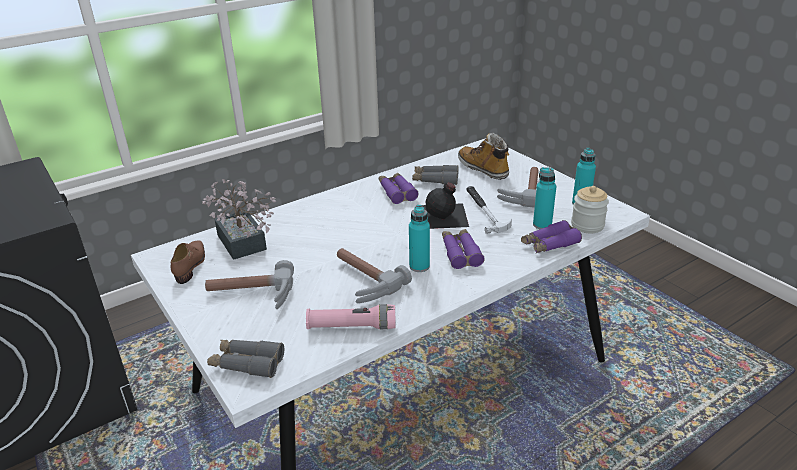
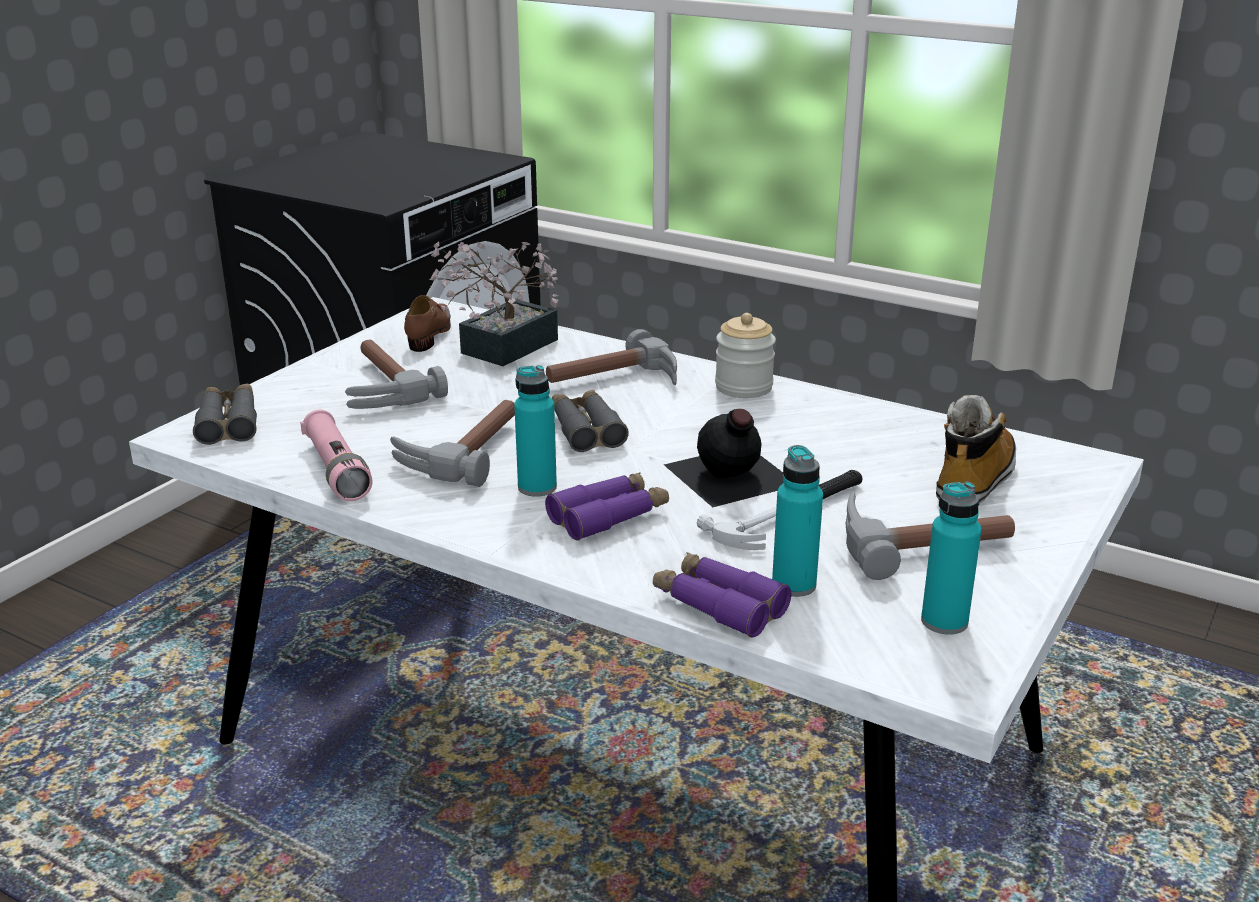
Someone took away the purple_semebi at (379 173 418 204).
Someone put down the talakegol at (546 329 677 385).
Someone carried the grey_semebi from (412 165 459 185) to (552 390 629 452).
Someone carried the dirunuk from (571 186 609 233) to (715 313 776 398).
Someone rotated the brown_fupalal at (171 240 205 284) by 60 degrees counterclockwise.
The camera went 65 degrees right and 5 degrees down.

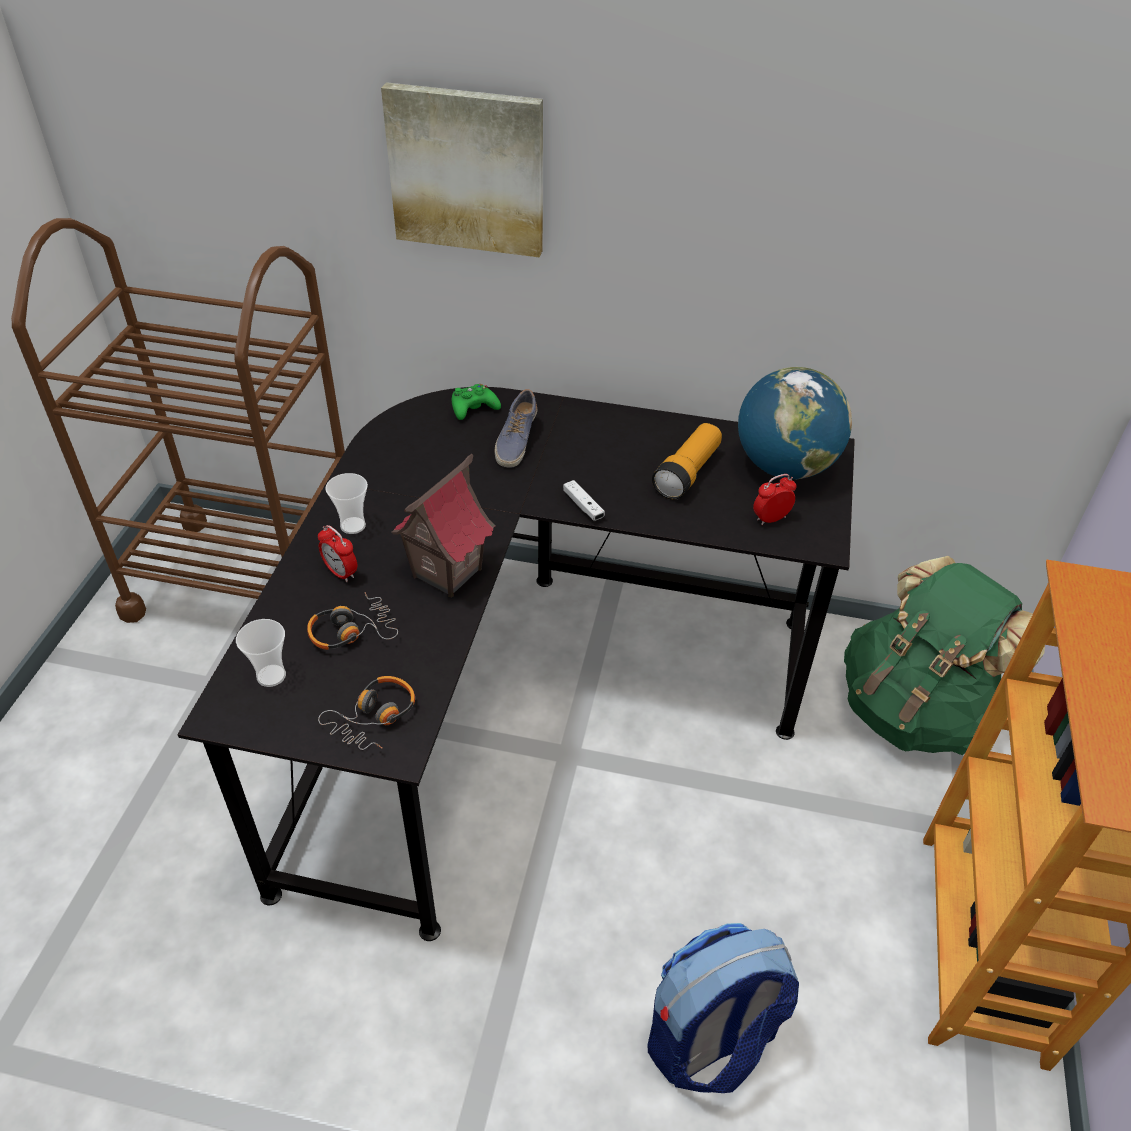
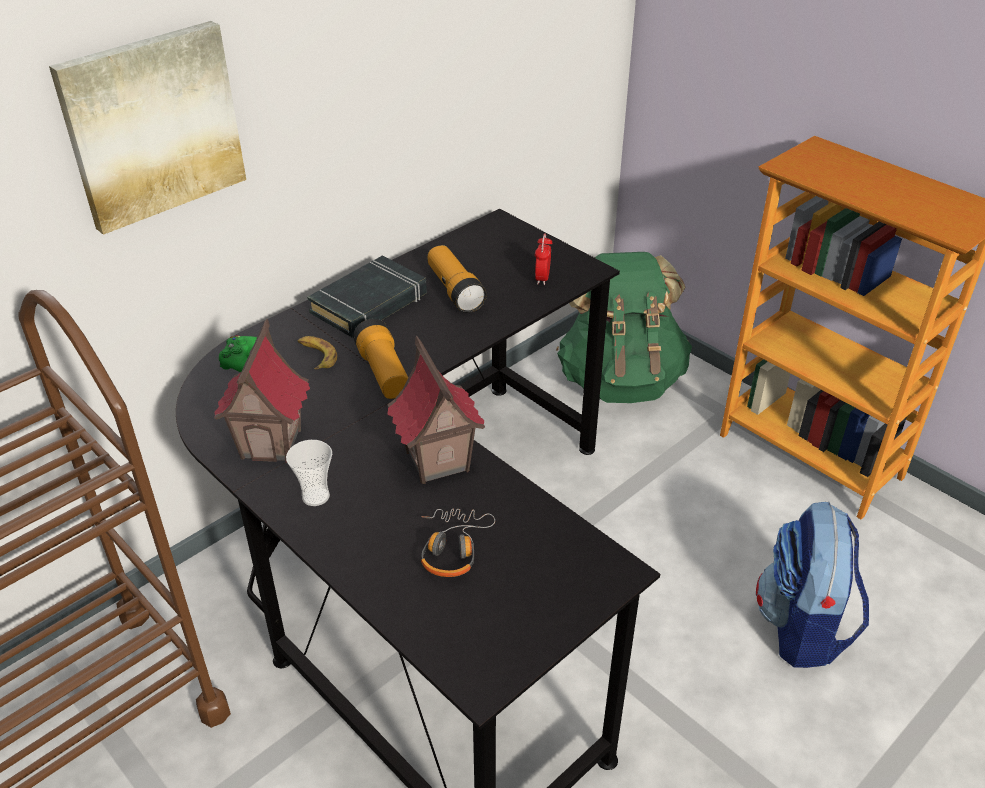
Someone took away the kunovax at (236 619 286 687).
Someone took away the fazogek at (318 525 357 582).
Someone took away the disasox at (318 676 415 750).
Someone took away the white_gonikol at (563 480 605 521).
Someone took away the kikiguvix at (738 367 852 479).
Someone put down the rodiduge at (214 319 310 463).
Someone put down the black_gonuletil at (307 256 427 338).
Someone put down the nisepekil at (353 319 408 399).
Someone swapped the fupalal at (494 389 538 468) for the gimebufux at (298 336 337 370).
The camera went 55 degrees left and 5 degrees down.

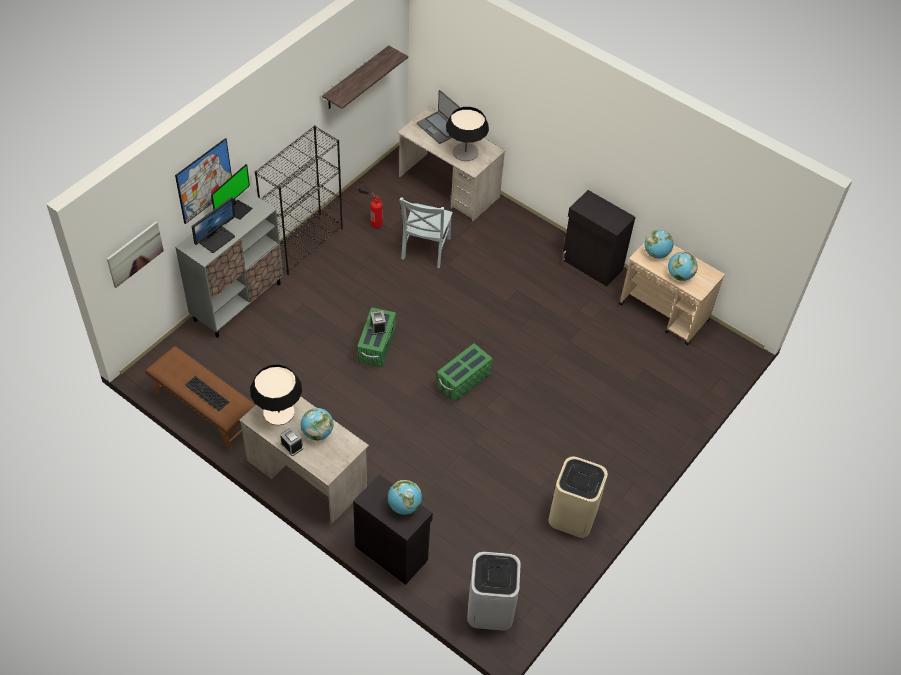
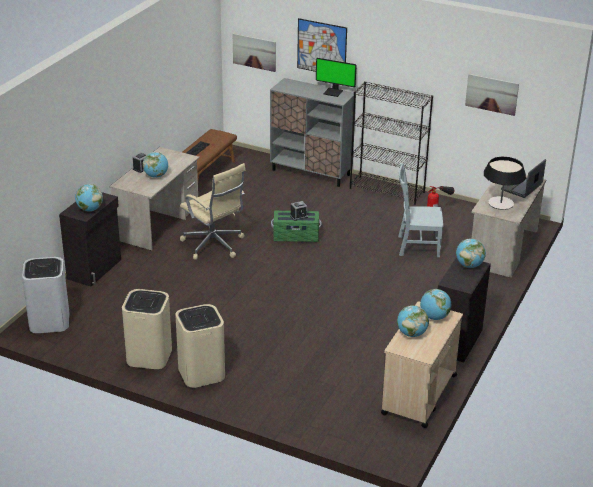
Someone took away the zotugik at (192 197 235 253).
Someone took away the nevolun at (250 364 302 425).
Someone took away the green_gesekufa at (436 343 492 402).
Someone put down the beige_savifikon at (175 304 225 388).
Someone put down the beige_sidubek at (180 163 246 260).
Someone put down the kikiguvix at (456 238 486 268).
Someone swapped the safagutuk at (322 45 408 109) for the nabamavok at (465 74 519 116).
The camera went 80 degrees right and 20 degrees down.

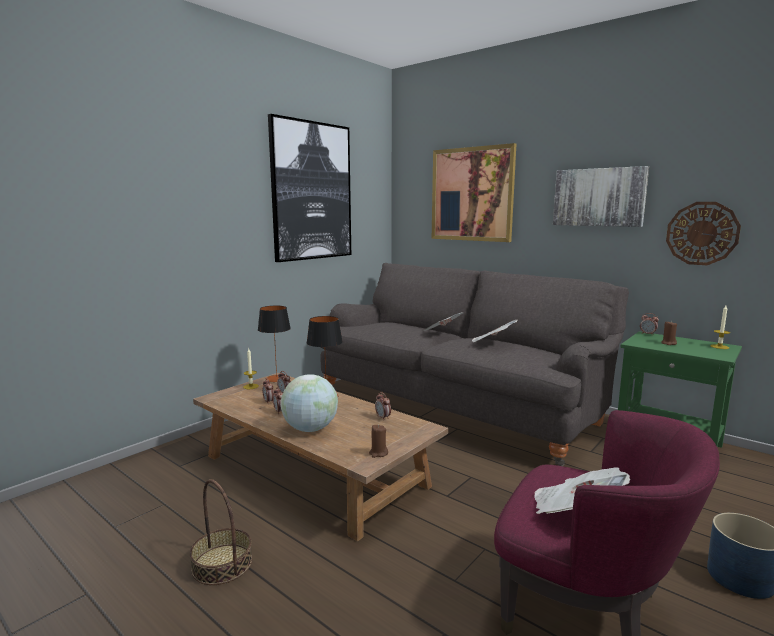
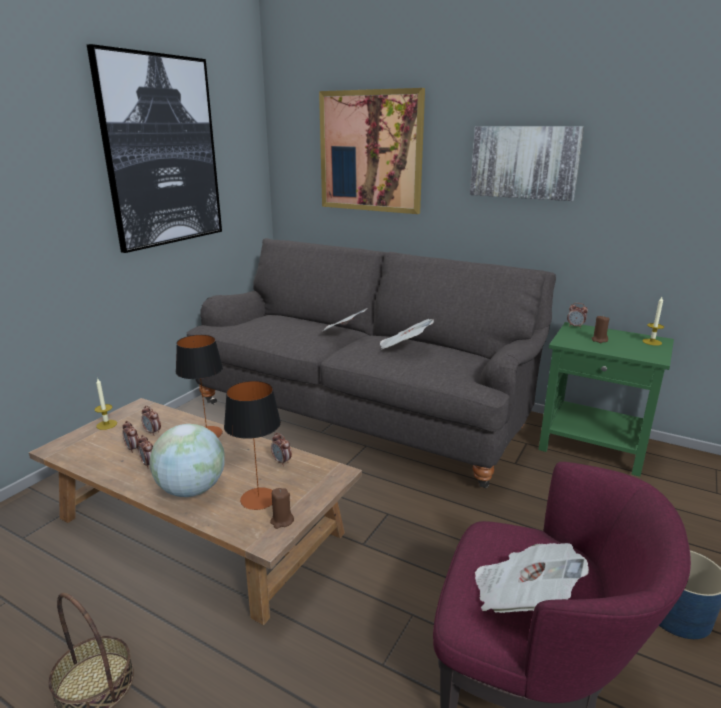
Someone took away the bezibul at (666 202 741 265).
Someone carried the nevolun from (258 306 291 382) to (224 381 281 510).
The camera went 10 degrees left and 10 degrees up.

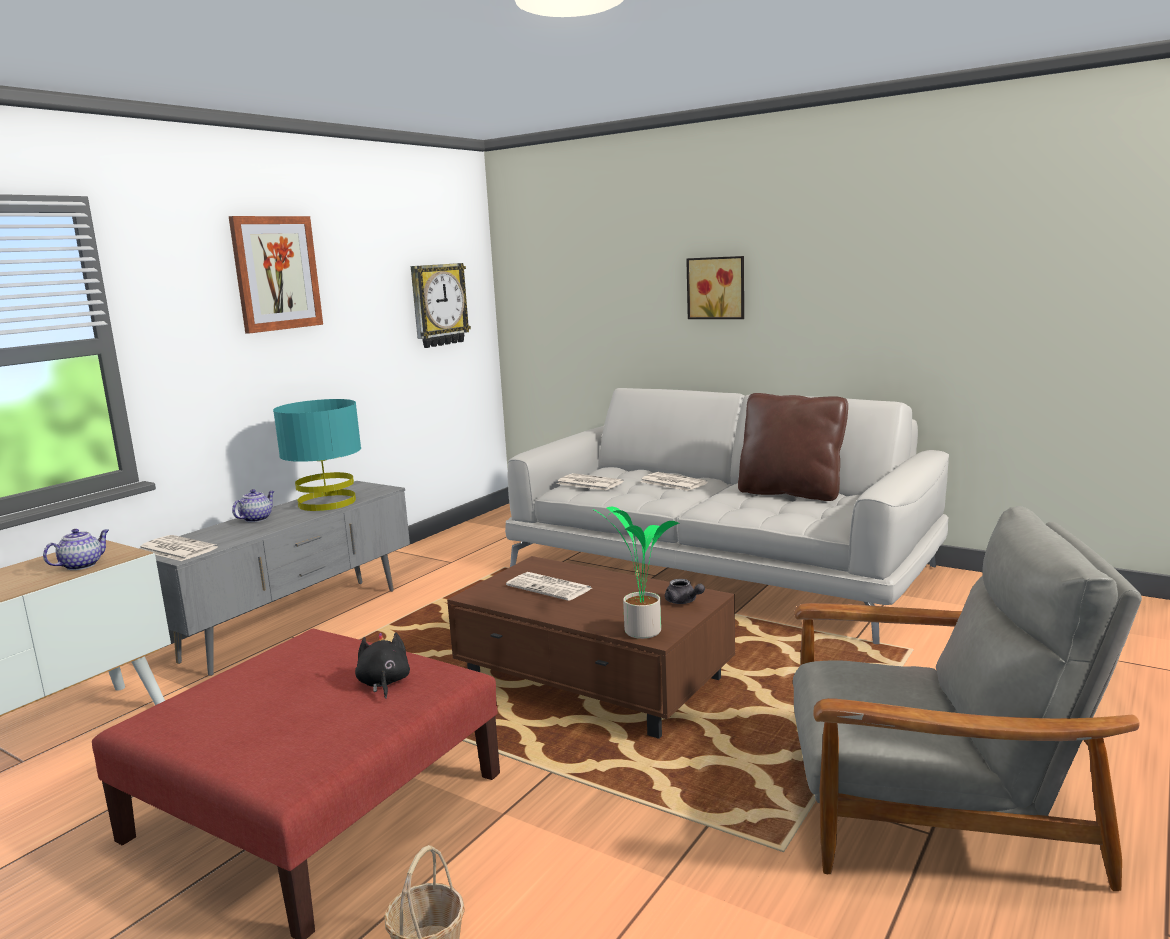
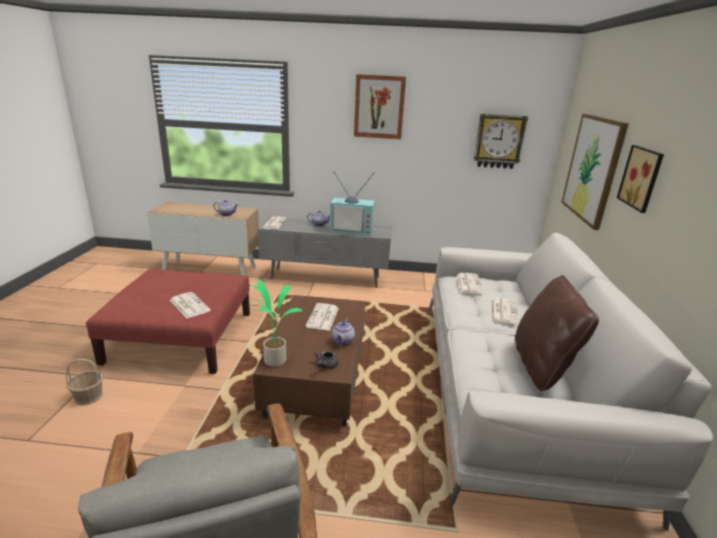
Someone put down the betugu at (332 318 355 346).
Someone put up the nabamavok at (561 114 629 230).
Someone swapped the turquoise_nevolun at (273 399 361 511) for the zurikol at (330 171 375 236).
Someone swapped the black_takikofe at (355 632 410 699) for the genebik at (170 292 211 318).
The camera went 60 degrees right and 10 degrees up.

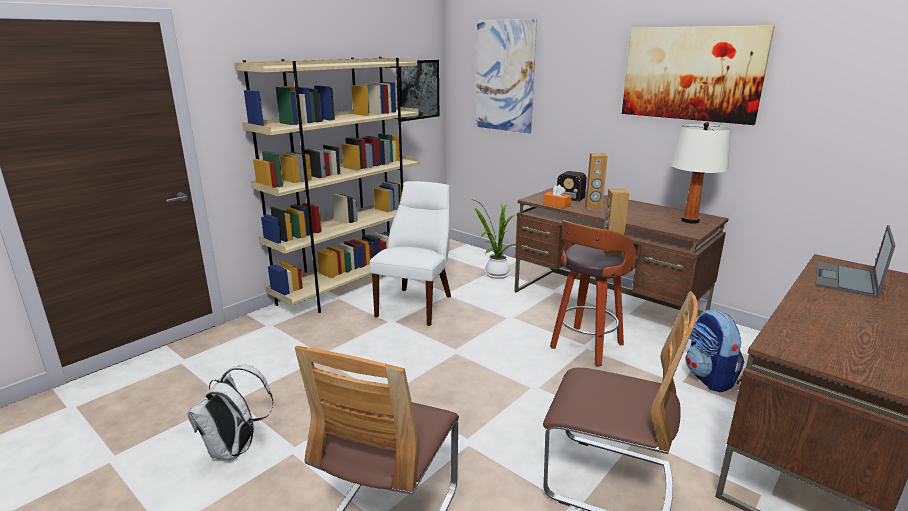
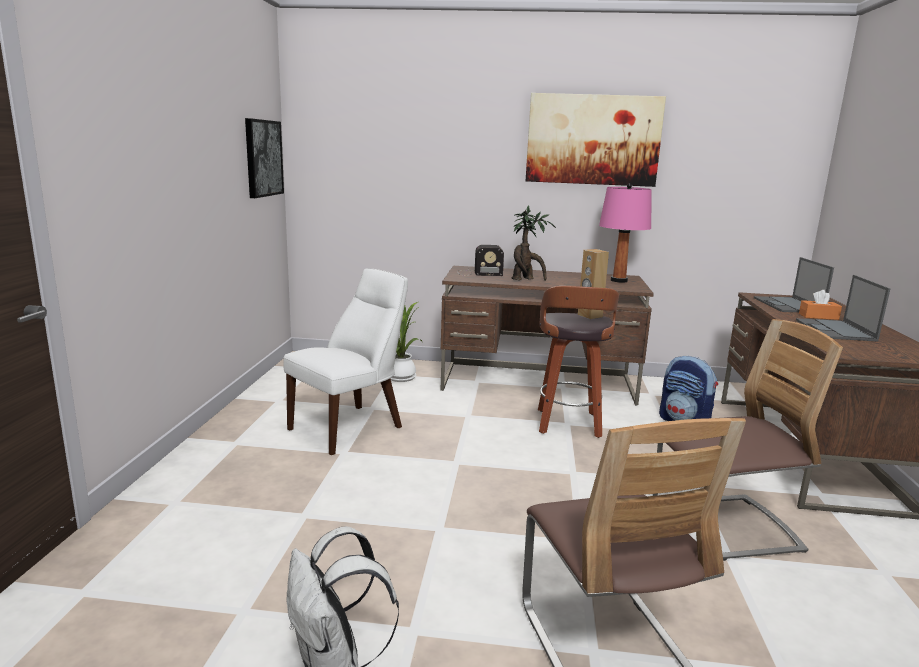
Someone took away the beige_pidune at (234 57 420 313).
Someone took away the nabamavok at (476 19 537 133).
Someone put down the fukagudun at (796 275 890 341).
Someone carried the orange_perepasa from (543 185 572 209) to (799 290 842 320).
Someone swapped the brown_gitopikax at (585 153 608 210) for the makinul at (511 205 556 280).
Someone repainted the white_nevolun at (671 122 731 224), which became the pink_nevolun at (599 183 652 283).
Someone rotated the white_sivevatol at (370 181 451 326) by 60 degrees clockwise.
The camera went 35 degrees left and 5 degrees down.

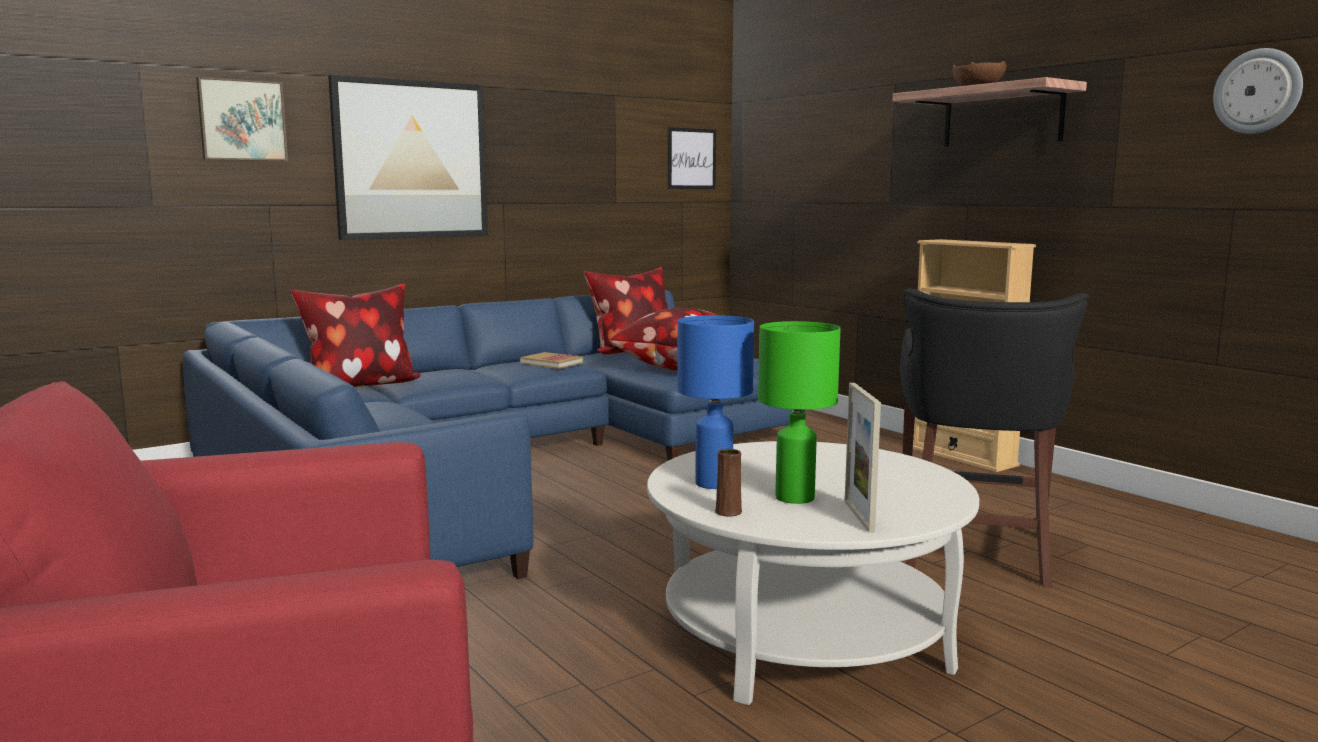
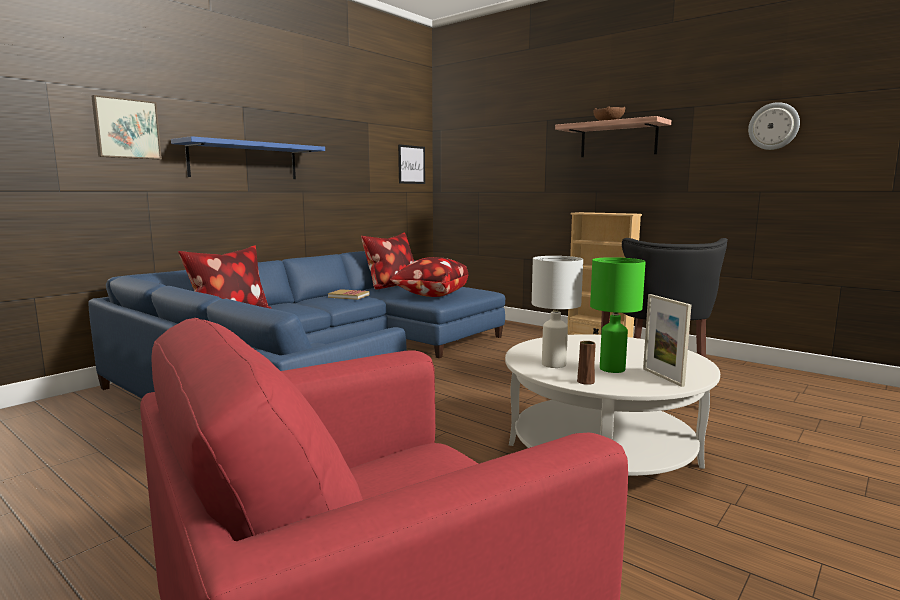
Someone swapped the nabamavok at (328 75 488 240) for the blue_safagutuk at (171 136 325 179).
Someone repainted the blue_nevolun at (677 315 754 489), which became the white_nevolun at (532 256 583 368).
The camera went 15 degrees left and 0 degrees up.

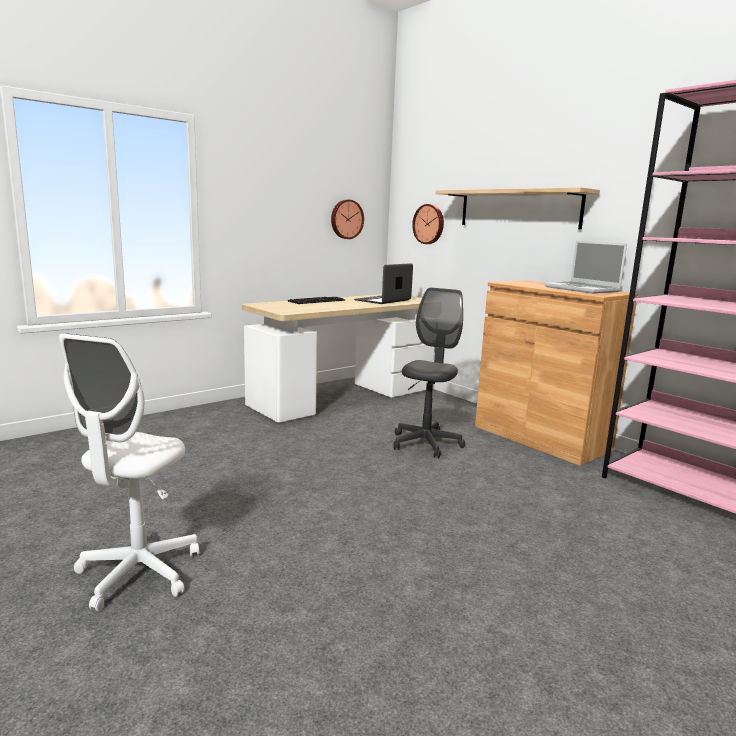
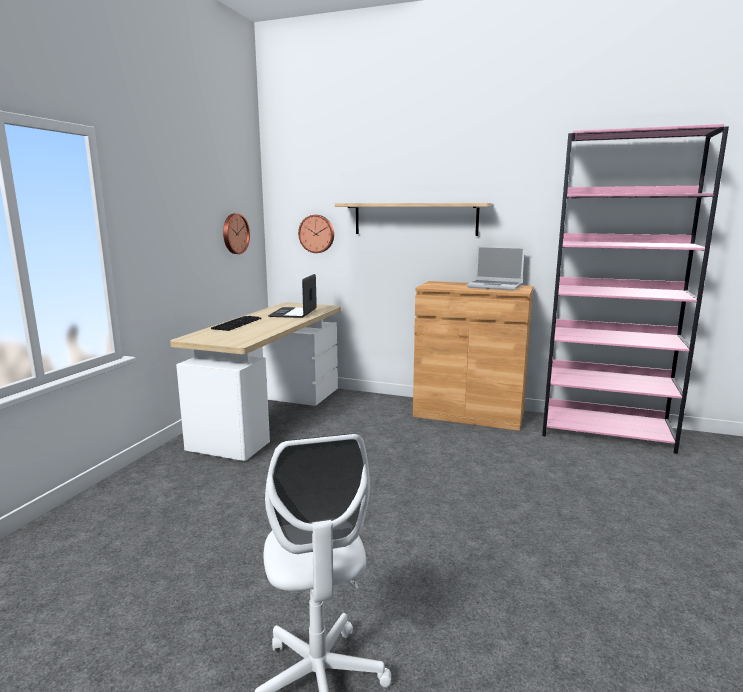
Someone took away the grey_sidubek at (393 287 465 458).
The camera went 30 degrees left and 0 degrees up.

